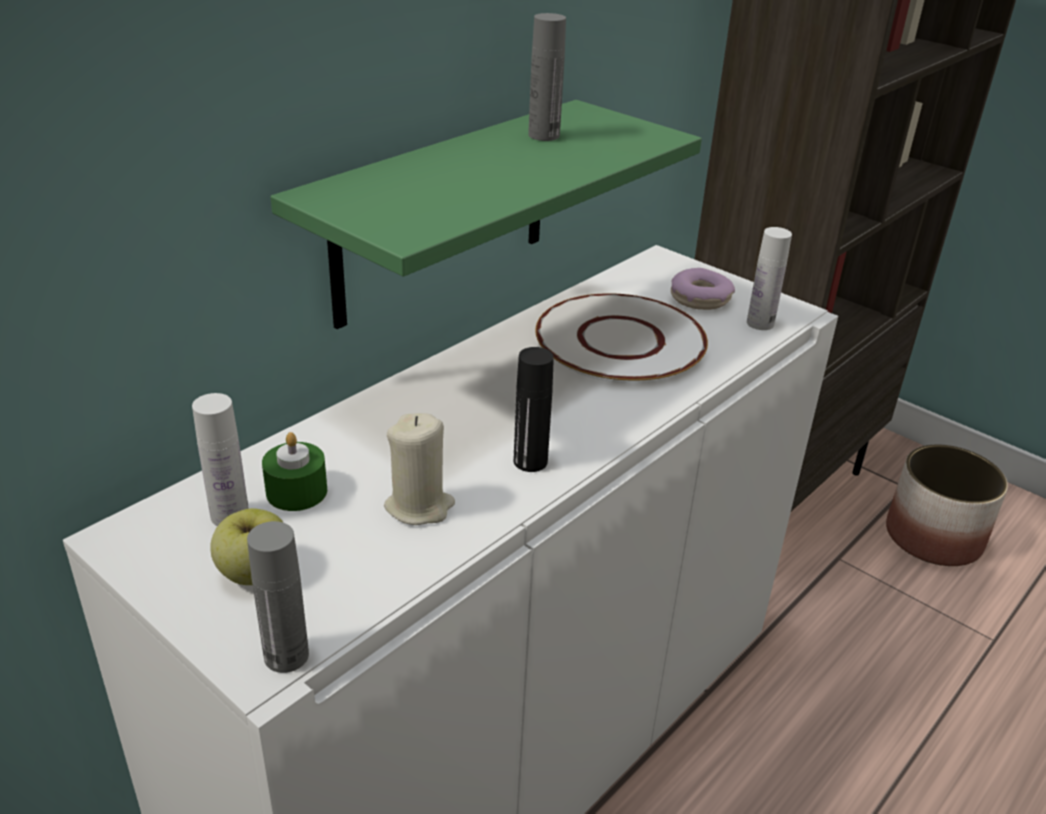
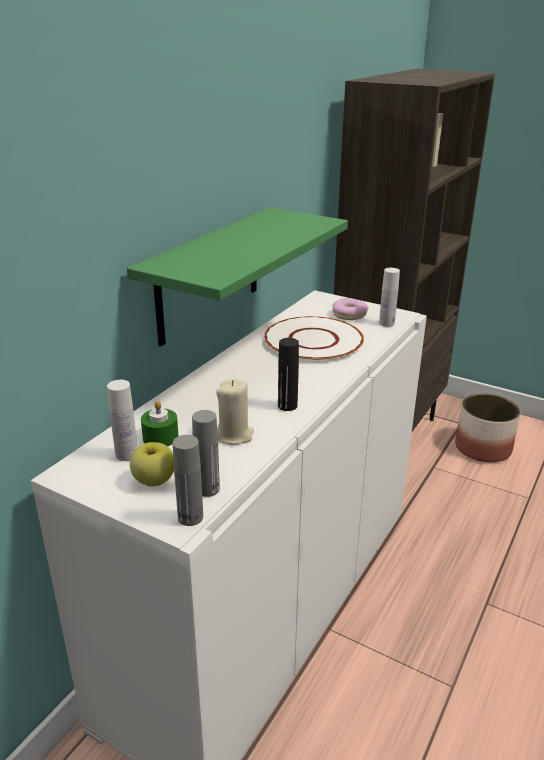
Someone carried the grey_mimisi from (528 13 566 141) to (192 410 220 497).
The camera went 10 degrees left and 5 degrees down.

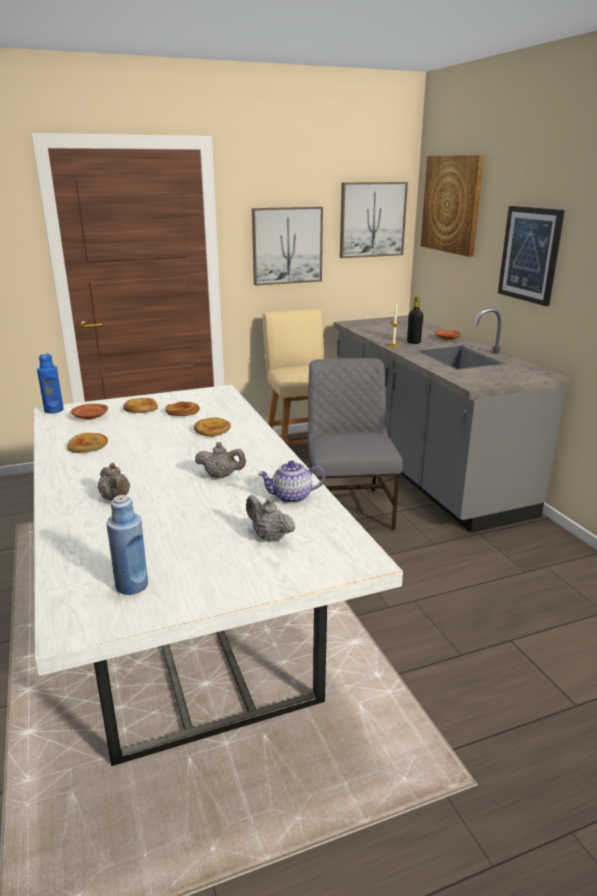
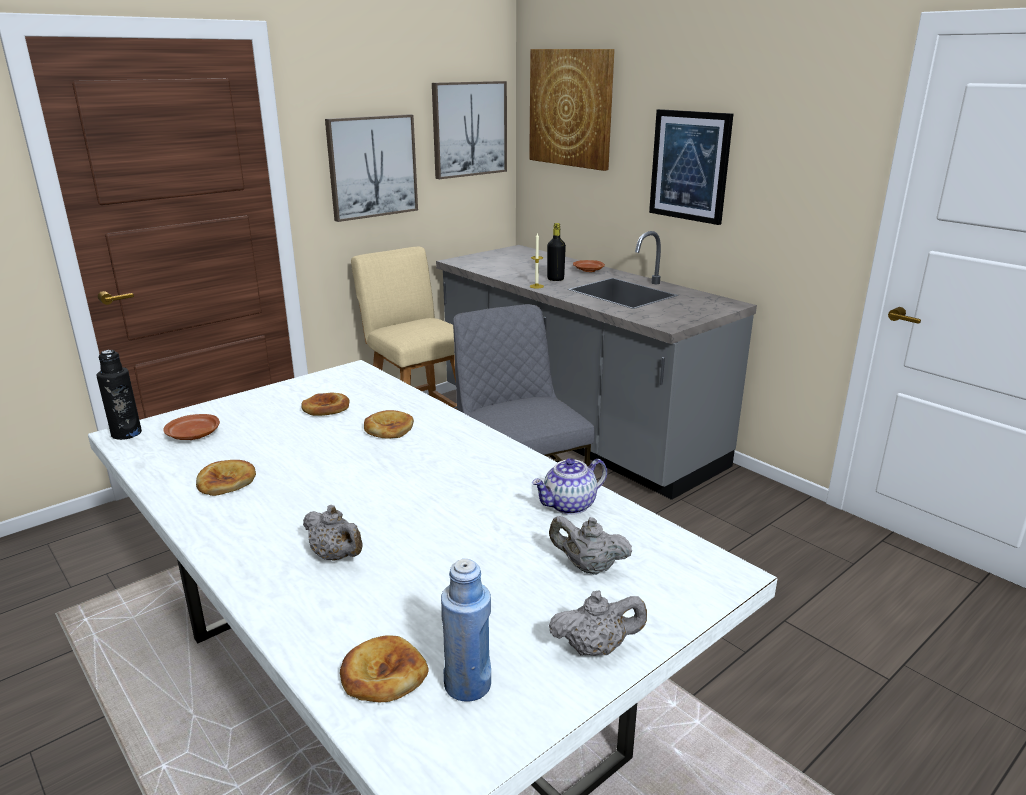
Someone carried the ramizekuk from (123 398 158 413) to (340 635 429 702).
Someone carried the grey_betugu from (195 442 246 478) to (549 590 647 656).
Someone repainted the blue_mimisi at (37 353 64 414), which became the black_mimisi at (96 350 142 440).
The camera went 20 degrees left and 0 degrees up.

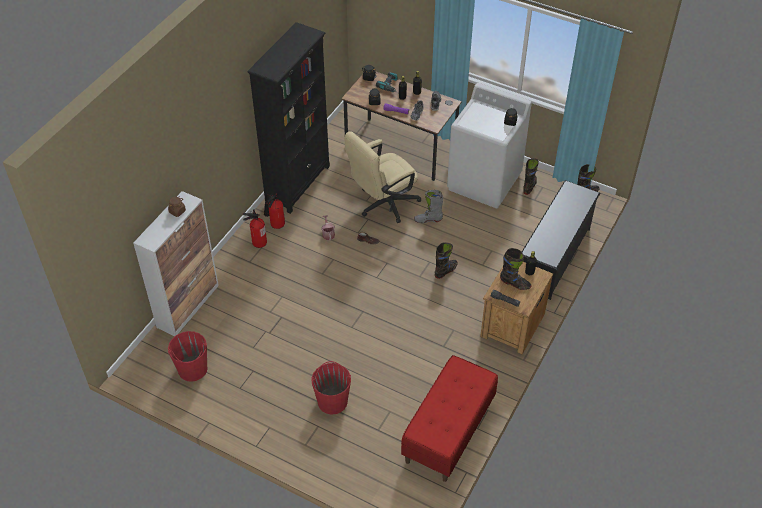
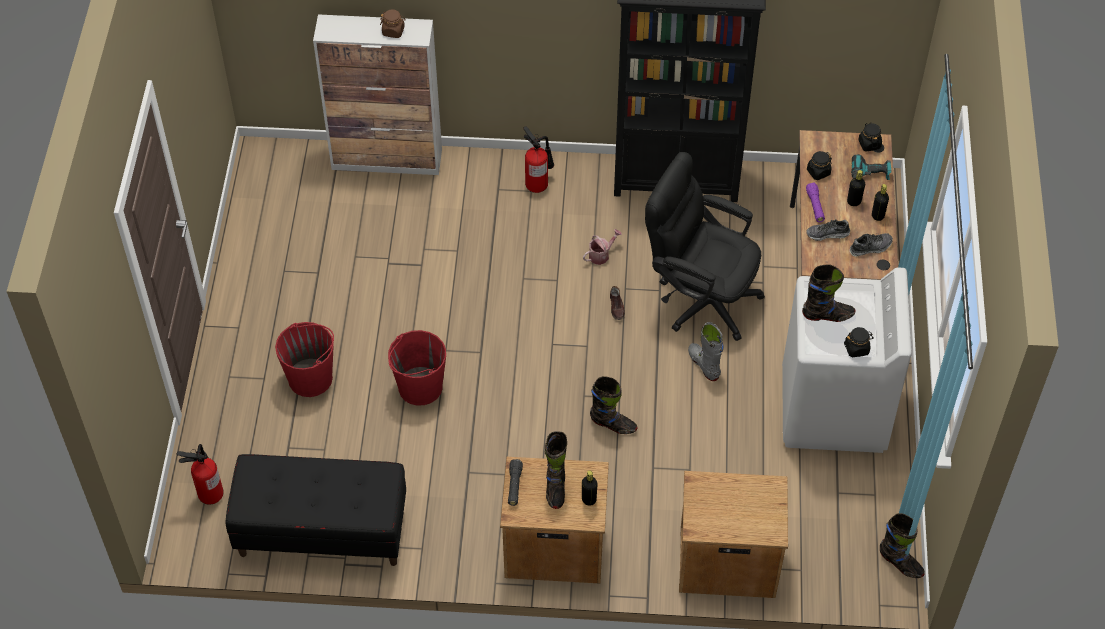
Someone carried the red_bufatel from (168 331 208 382) to (388 330 446 406).
Someone carried the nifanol from (264 194 285 229) to (177 444 223 505).
Someone carried the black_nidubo from (523 158 539 195) to (802 264 855 322).
Someone swapped the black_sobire at (522 180 600 300) for the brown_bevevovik at (679 471 788 598).
Someone repainted the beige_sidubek at (344 131 421 223), which became the black_sidubek at (645 152 765 341).
Someone repainted the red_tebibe at (401 355 498 482), which became the black_tebibe at (225 454 406 566).
The camera went 65 degrees right and 5 degrees up.

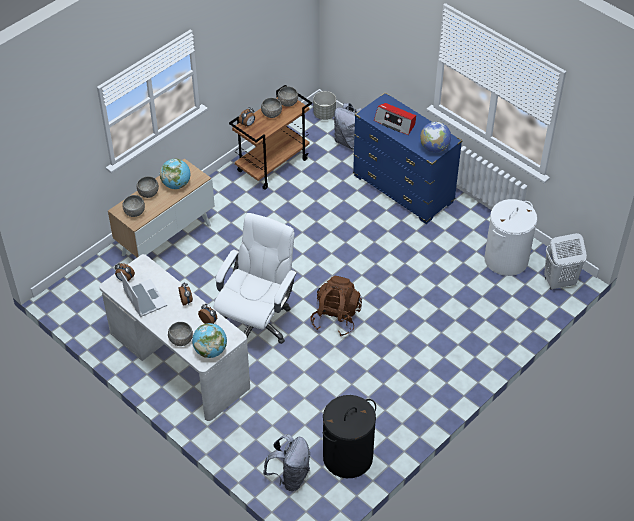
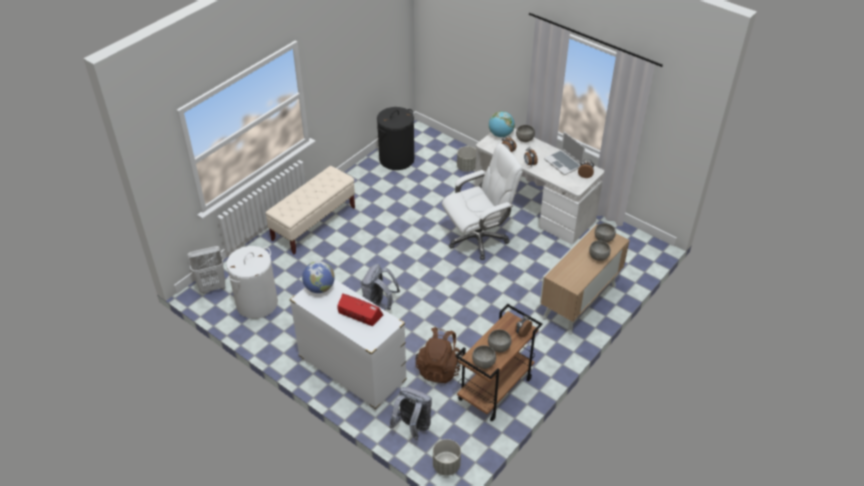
Someone took away the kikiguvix at (160 159 190 189).
Someone put down the beige_tebibe at (265 166 355 254).
Someone put down the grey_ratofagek at (457 146 476 172).
Someone carried the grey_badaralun from (263 434 310 491) to (361 264 400 310).
Someone carried the brown_badaralun from (311 276 362 336) to (416 327 463 383).
Someone repainted the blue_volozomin at (353 92 462 224), which became the white_volozomin at (289 279 407 410).
Someone rotated the white_sidubek at (214 213 297 344) by 135 degrees counterclockwise.
The camera went 175 degrees right and 5 degrees down.

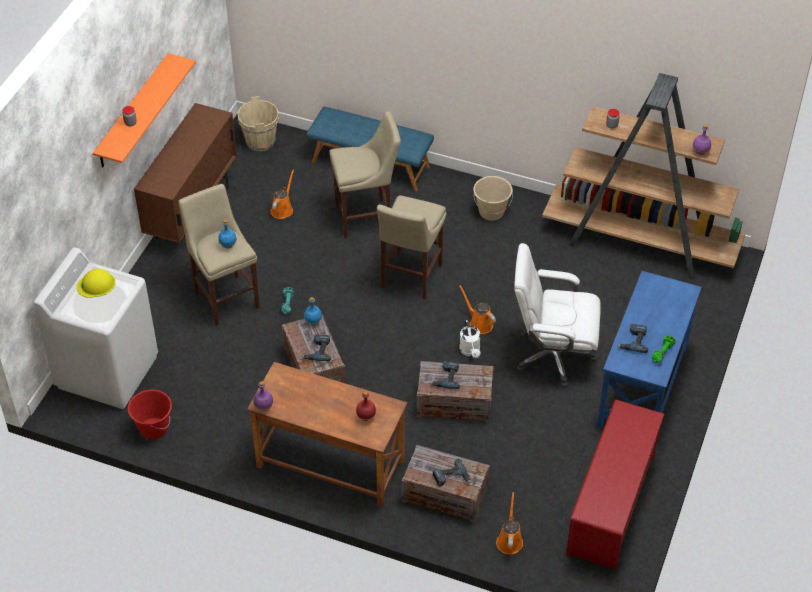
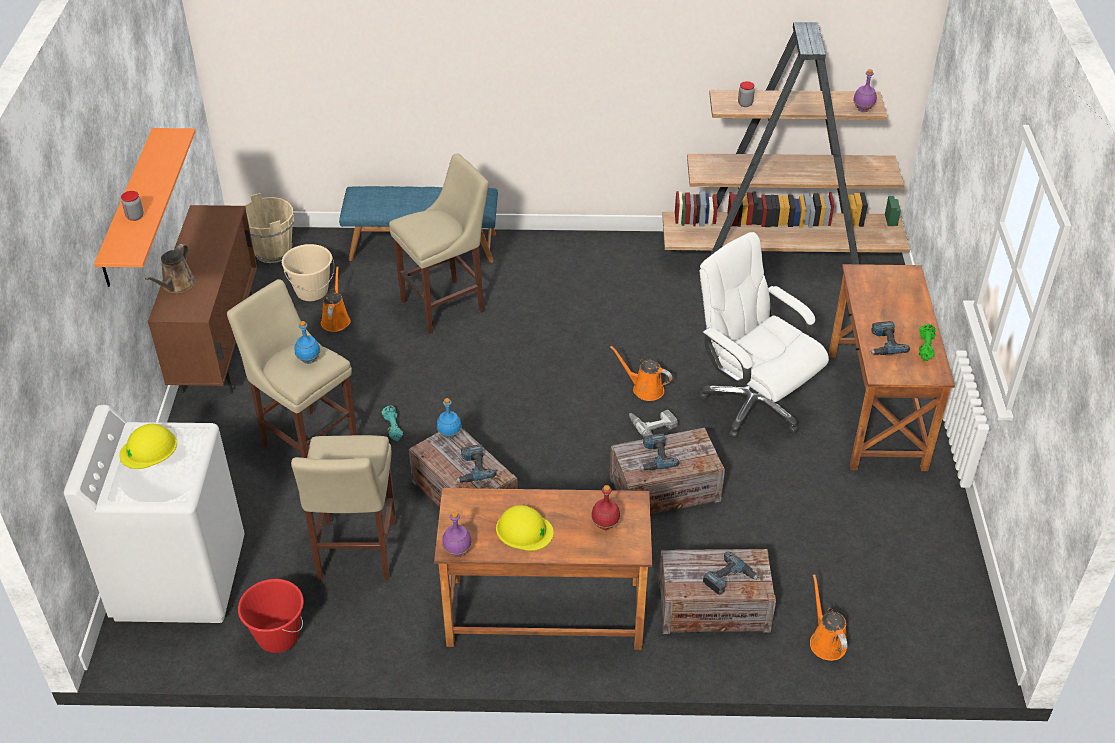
Someone took away the red_sobire at (566 399 664 570).
Someone put down the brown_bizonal at (145 244 196 293).
Someone put down the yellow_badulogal at (496 505 554 551).
Someone carried the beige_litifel from (377 195 446 300) to (291 435 396 580).
Someone carried the beige_bufatel from (473 176 513 221) to (282 244 334 301).
Someone swapped the white_bizonal at (459 320 480 358) for the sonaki at (629 410 678 437).
Someone repainted the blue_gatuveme at (597 271 702 428), which became the brown_gatuveme at (829 264 955 471).
Someone rotated the white_sidubek at (514 243 601 388) by 60 degrees clockwise.
The camera went 20 degrees left and 5 degrees down.

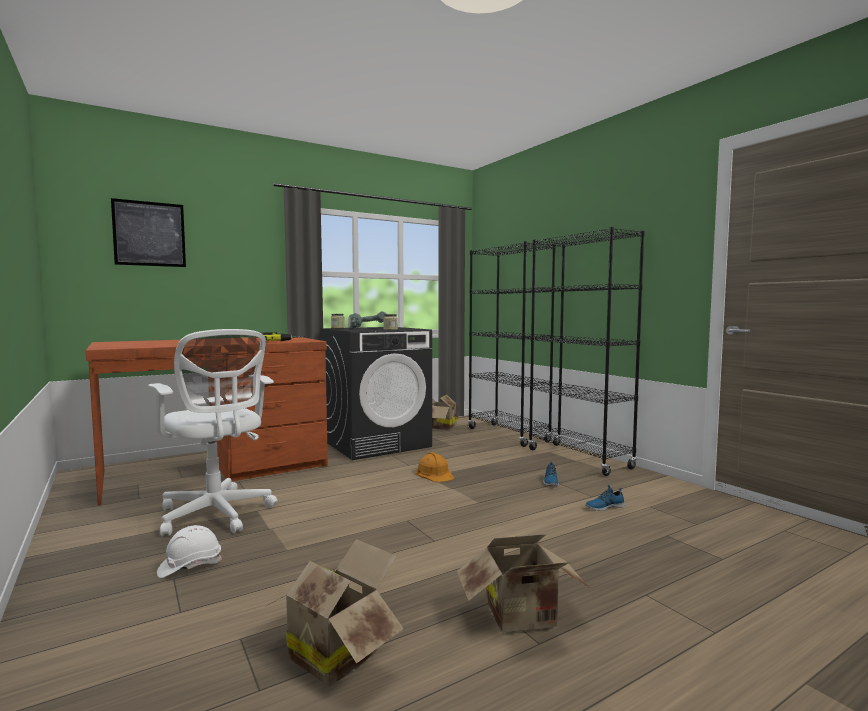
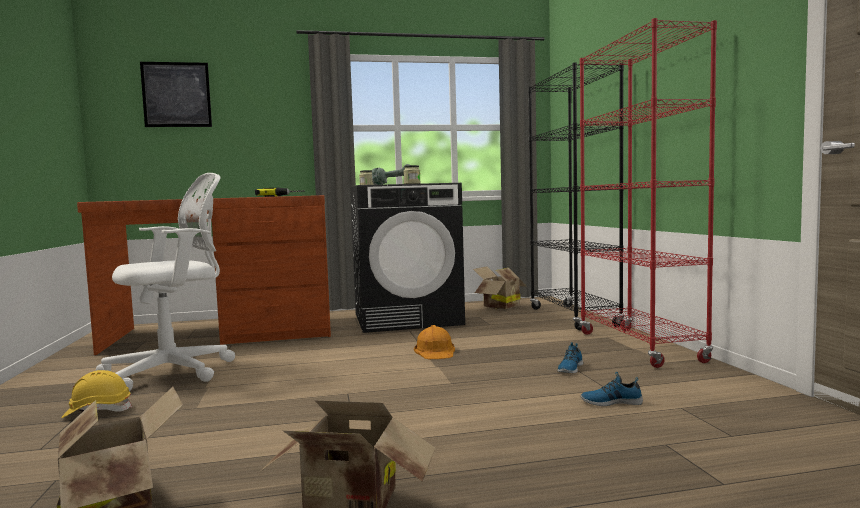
Someone repainted the white_badulogal at (157 525 222 578), which became the yellow_badulogal at (61 370 132 418).
Someone repainted the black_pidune at (528 227 645 476), which became the red_pidune at (580 18 717 368).
Someone rotated the white_sidubek at (149 329 277 536) by 105 degrees counterclockwise.
The camera went 20 degrees right and 0 degrees up.

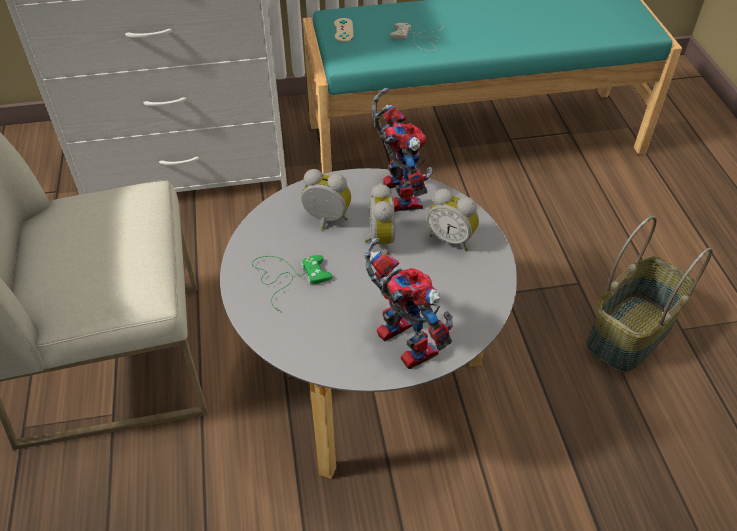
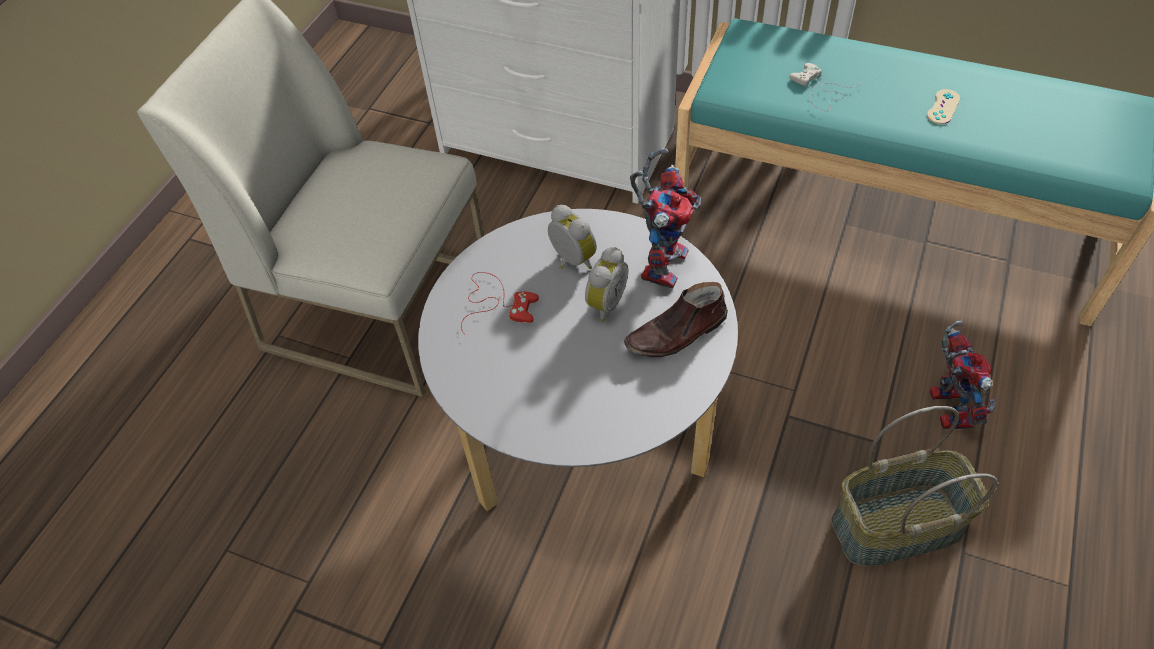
Someone carried the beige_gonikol from (334 18 354 42) to (927 89 960 124).
Someone carried the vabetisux from (364 238 453 369) to (930 321 996 429).
Someone swapped the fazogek at (427 189 479 251) for the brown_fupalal at (624 282 728 357).
Someone repainted the green_gonikol at (252 255 332 313), which became the red_gonikol at (461 272 539 335).
The camera went 35 degrees right and 5 degrees up.

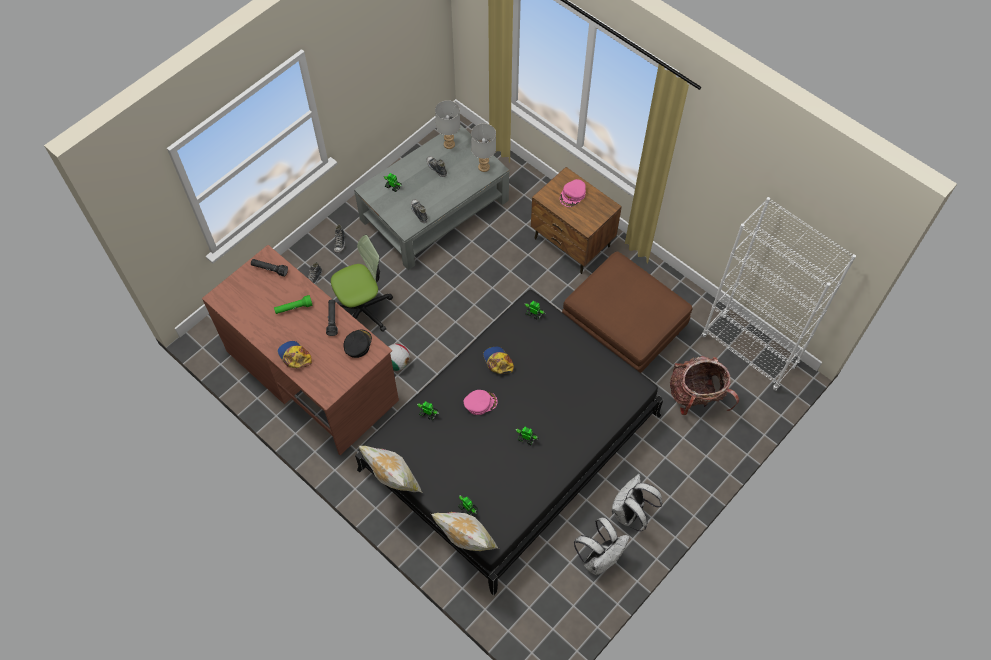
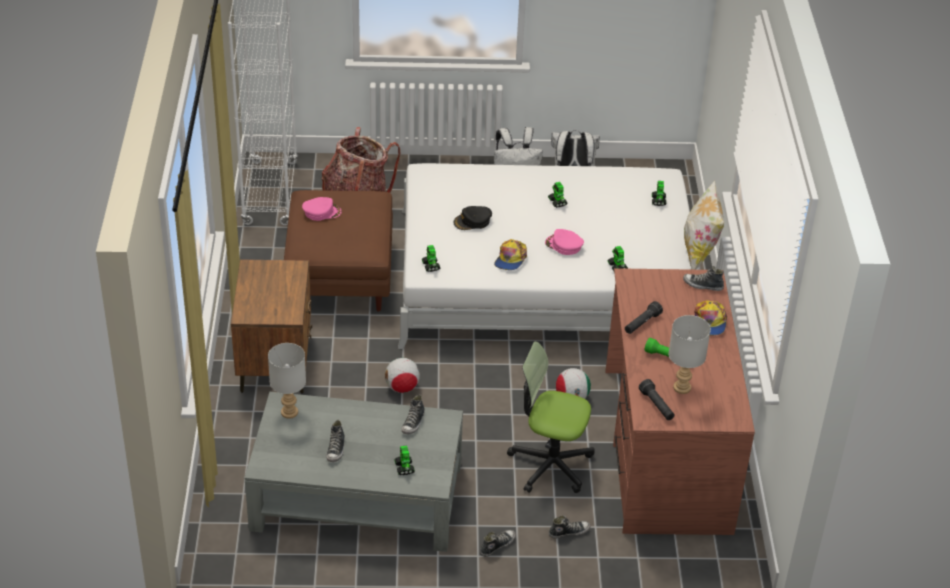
Someone took away the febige at (431 512 498 551).
Someone put down the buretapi at (385 358 420 393).
Someone put down the fupalal at (683 266 724 291).
Someone carried the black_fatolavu from (344 330 372 358) to (454 206 492 230).
Someone carried the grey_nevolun from (435 100 460 149) to (668 315 711 394).
Someone carried the pink_fatolavu from (560 179 586 207) to (302 197 342 221).
Someone repainted the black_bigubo at (355 290 663 596), which became the white_bigubo at (398 163 701 349).
The camera went 135 degrees left and 20 degrees down.

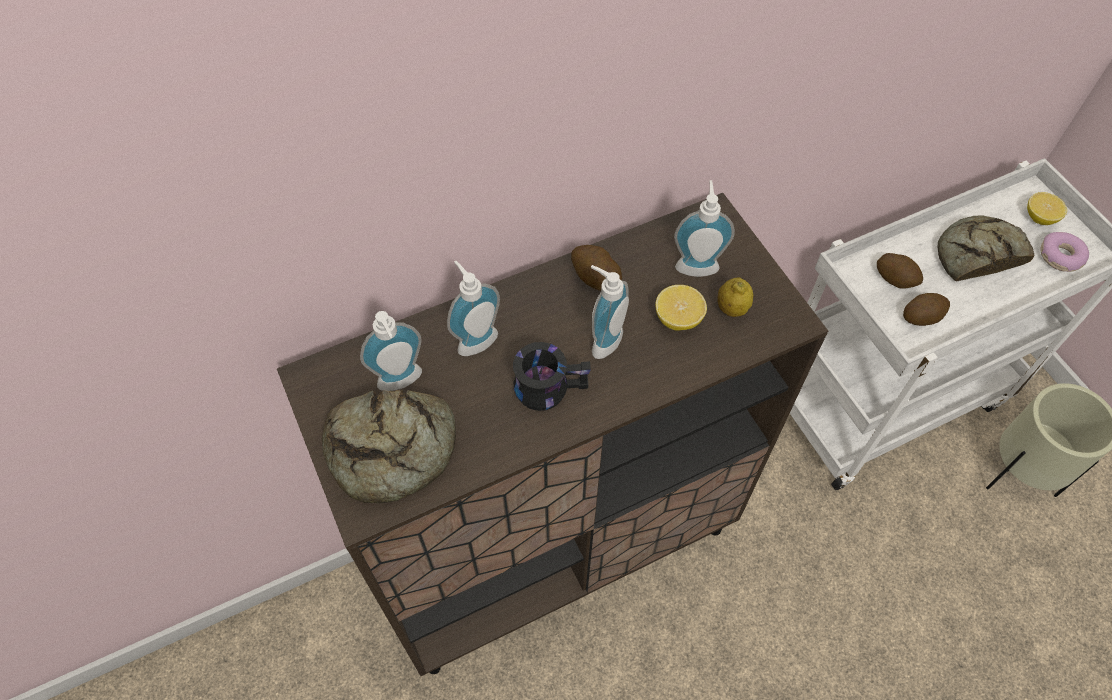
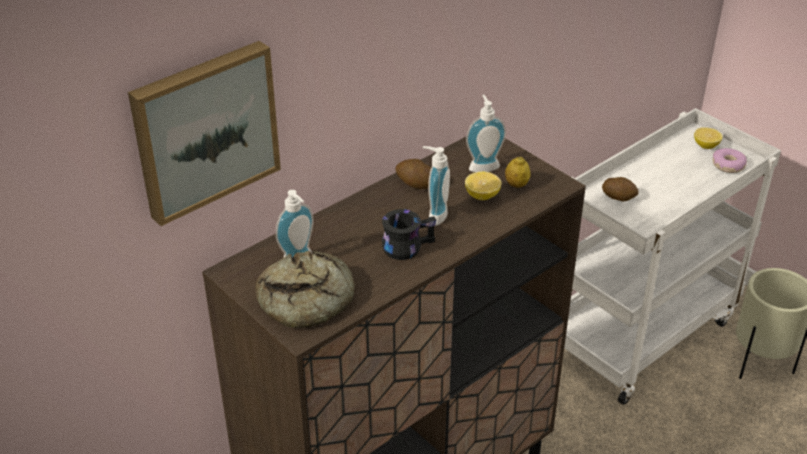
Someone took away the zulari at (447 261 500 356).
Someone took away the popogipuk at (903 293 950 326).
Someone took away the ramizekuk at (938 215 1034 282).
Someone put up the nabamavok at (128 41 281 226).
The camera went 15 degrees left and 20 degrees down.

